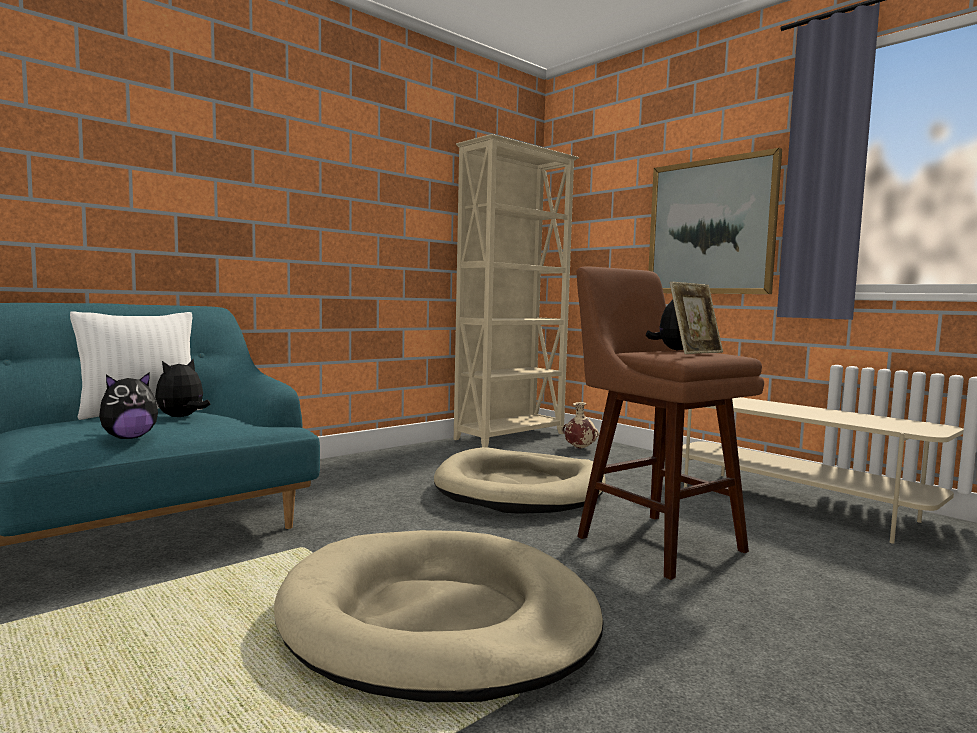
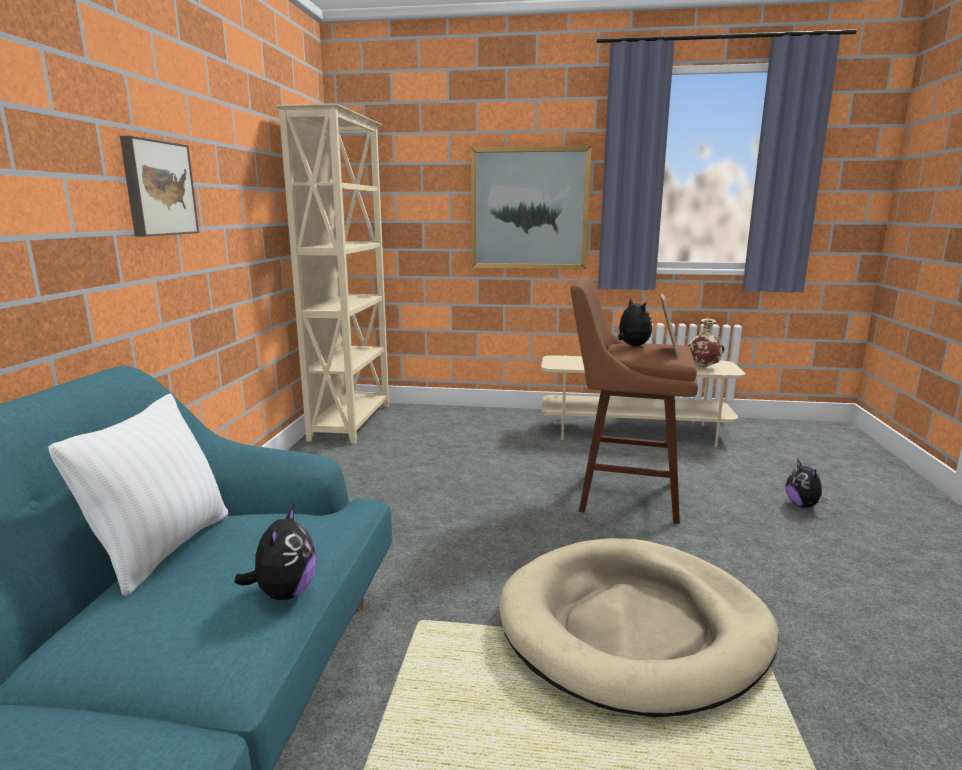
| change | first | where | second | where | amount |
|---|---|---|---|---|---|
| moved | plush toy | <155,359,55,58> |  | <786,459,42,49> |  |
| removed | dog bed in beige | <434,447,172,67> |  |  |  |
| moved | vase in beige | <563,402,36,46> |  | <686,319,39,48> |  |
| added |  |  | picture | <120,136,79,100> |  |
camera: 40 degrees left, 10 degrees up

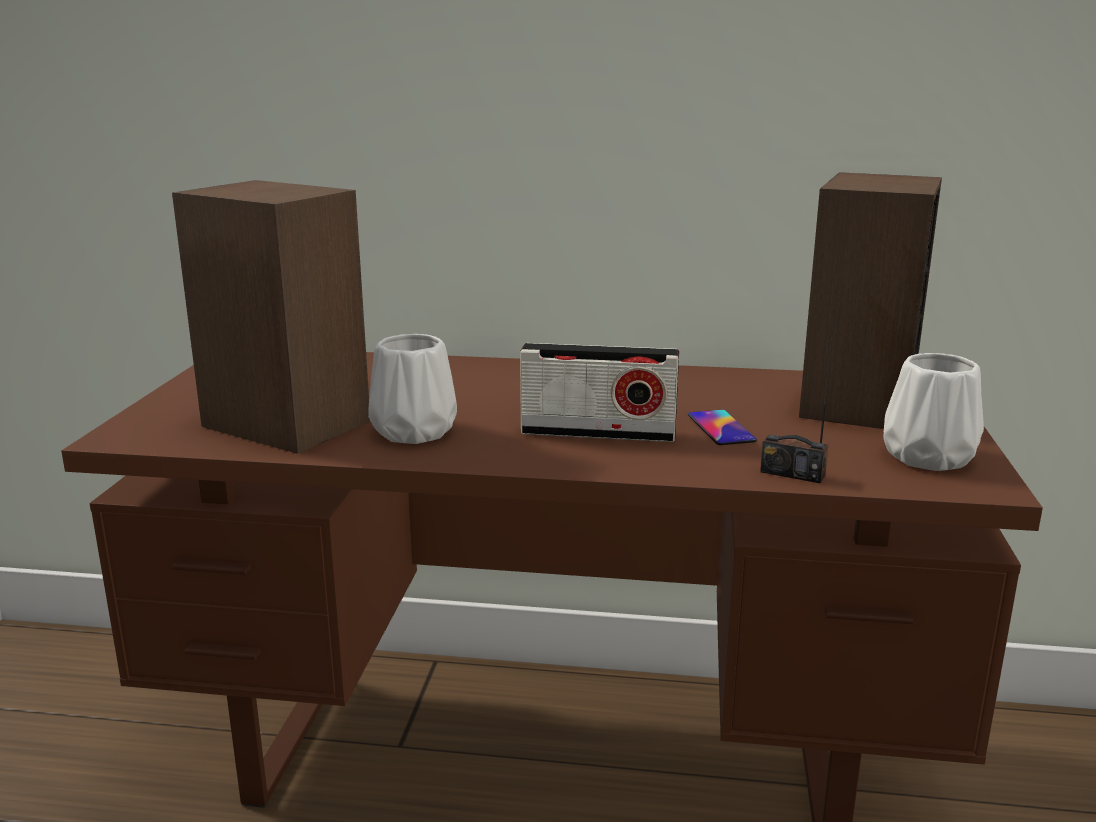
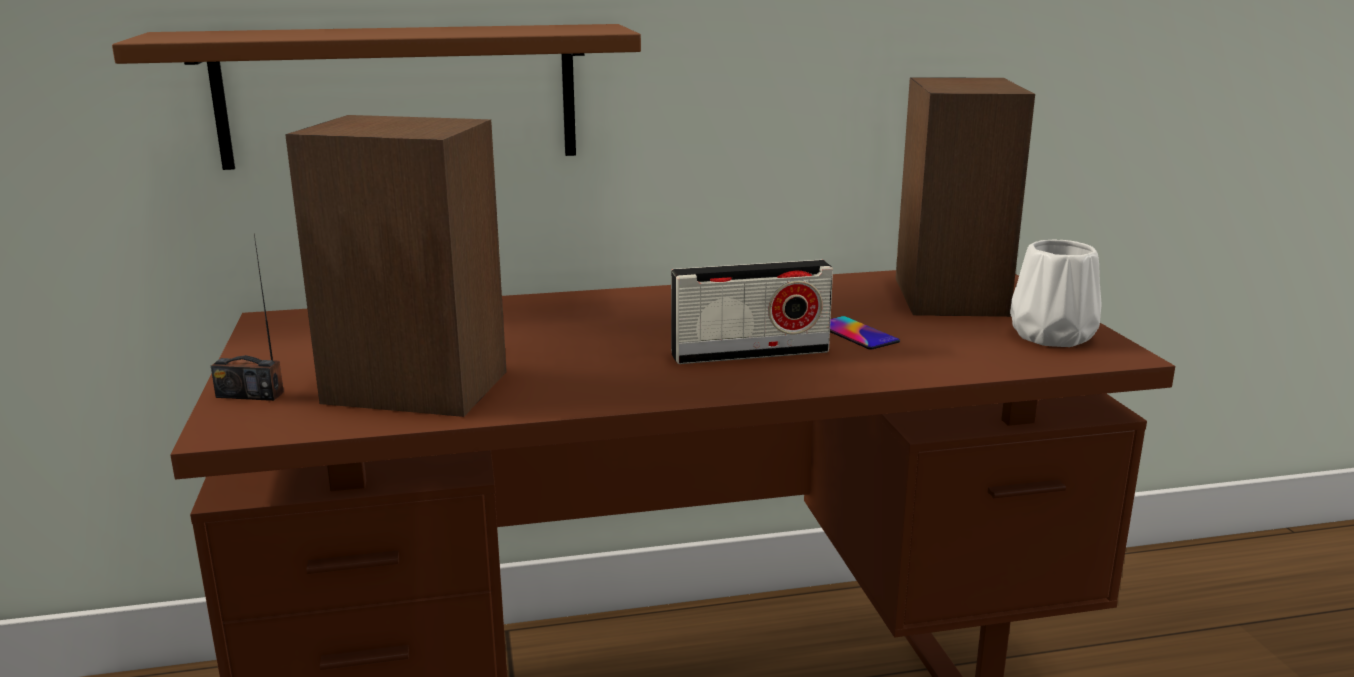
| change | first | where | second | where | amount |
|---|---|---|---|---|---|
| removed | vase in white | <368,334,89,110> |  |  |  |
| moved | radio | <760,317,74,167> |  | <211,234,73,167> |  |
| added |  |  | shelf in brown | <112,24,529,146> |  |
camera: 20 degrees left, 0 degrees up

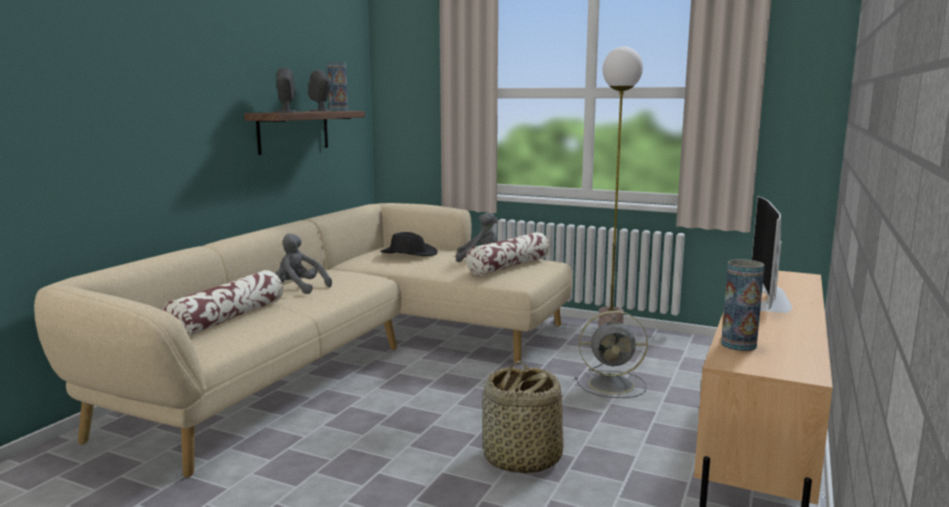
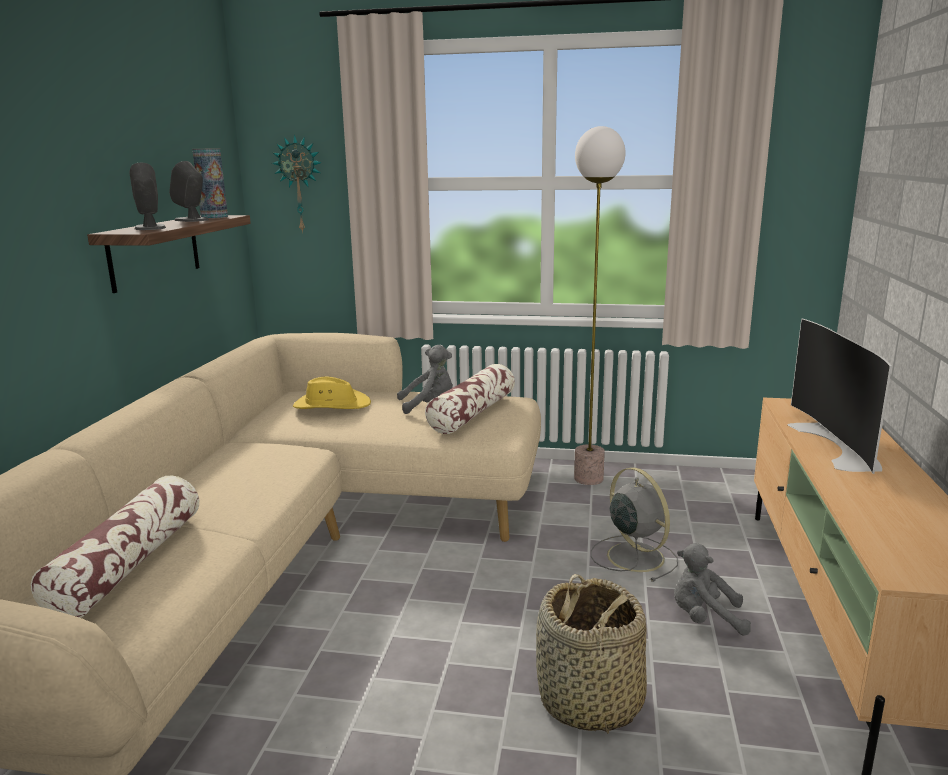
| change | first | where | second | where | amount |
|---|---|---|---|---|---|
| moved | plush toy in grey | <275,233,57,61> |  | <674,543,77,93> |  |
| recoloured | hat in black | <380,232,57,24> | hat in yellow | <293,377,78,32> |  |
| turned | fan in grey | <575,311,73,87> |  | <591,467,87,115> | 105 degrees counterclockwise |
| removed | vase | <721,259,44,92> |  |  |  |
| added |  |  | wall clock | <272,135,50,98> |  |
camera: 15 degrees left, 5 degrees up

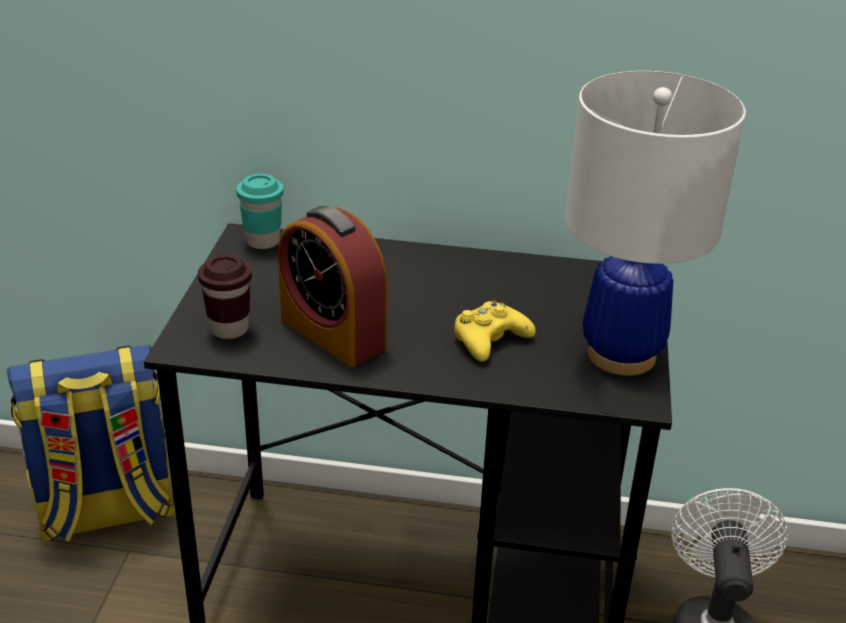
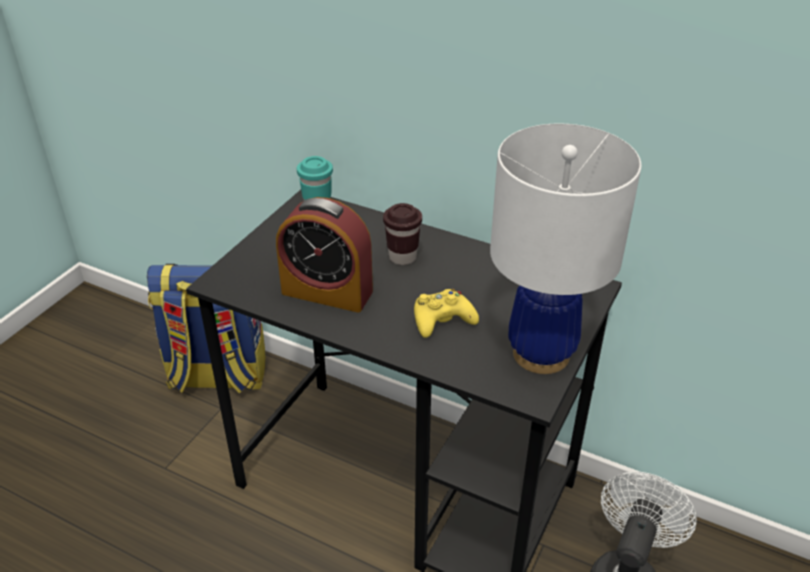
| change | first | where | second | where | amount |
|---|---|---|---|---|---|
| moved | cup in brown | <198,254,54,85> |  | <383,203,39,62> |  |
| turned | alarm clock | <278,206,109,161> |  | <276,197,97,115> | 45 degrees counterclockwise |
camera: 20 degrees right, 5 degrees up

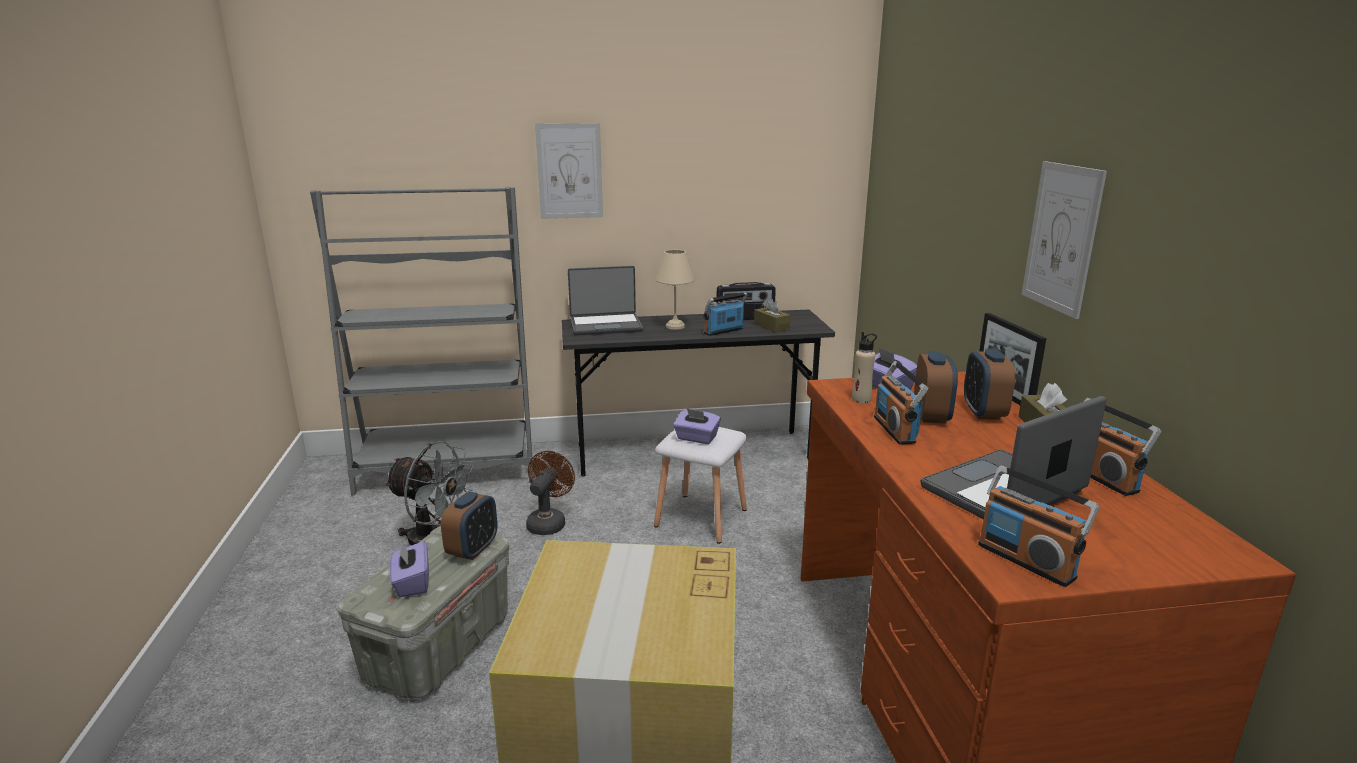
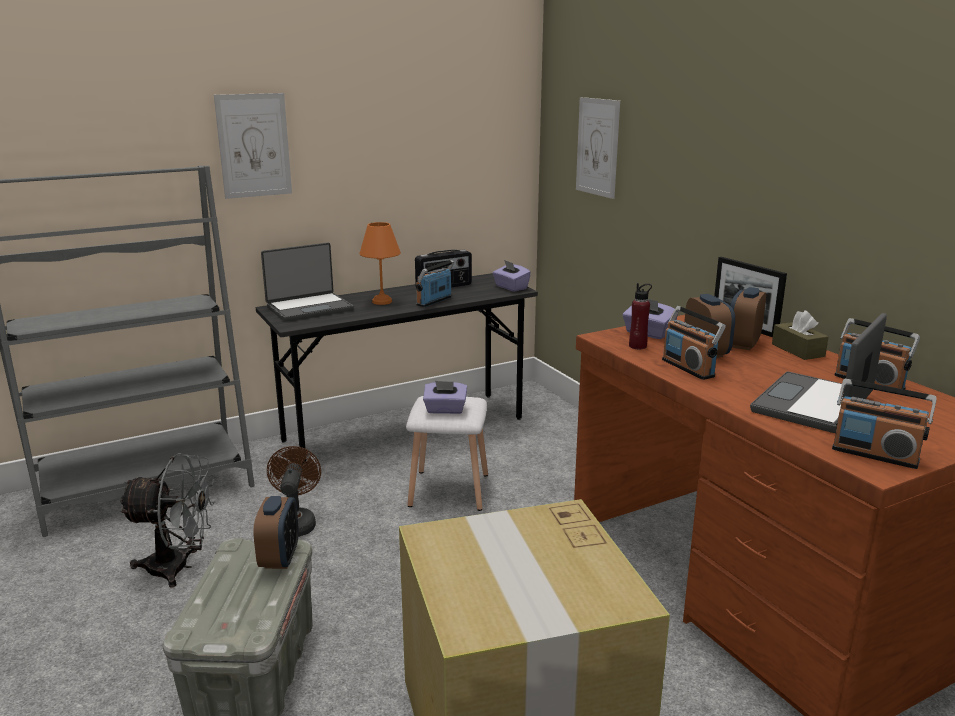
| change | first | where | second | where | amount |
|---|---|---|---|---|---|
| moved | tissue box in purple | <390,541,39,56> |  | <493,260,38,32> |  |
| recoloured | table lamp in beige | <656,250,39,80> | table lamp in orange | <359,222,42,83> |  |
| removed | tissue box in brown | <754,298,37,34> |  |  |  |
| recoloured | bottle in beige | <852,332,25,71> | bottle in red | <629,283,23,66> |  |
| turned | alarm clock | <964,349,51,71> |  | <730,287,36,63> | 45 degrees clockwise |
| moved | picture | <1022,161,85,158> |  | <576,97,44,102> |  |
camera: 20 degrees left, 0 degrees up

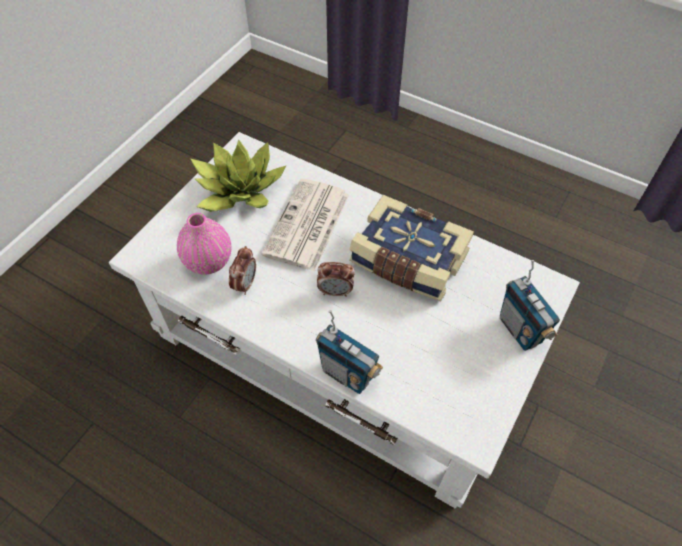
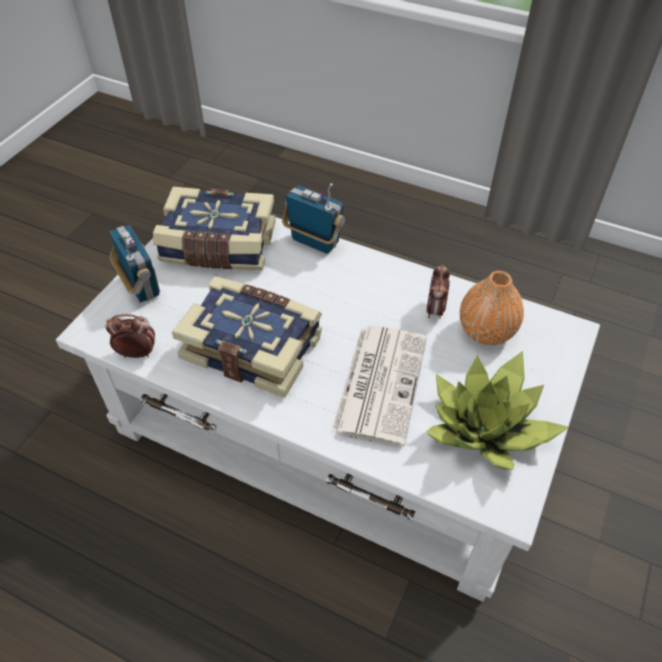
| change | first | where | second | where | amount |
|---|---|---|---|---|---|
| recoloured | vase in pink | <177,213,54,62> | vase in orange | <460,271,64,74> |  |
| moved | alarm clock | <317,262,38,35> |  | <105,314,50,44> |  |
| added |  |  | book | <153,187,123,83> |  |
camera: 175 degrees right, 5 degrees down

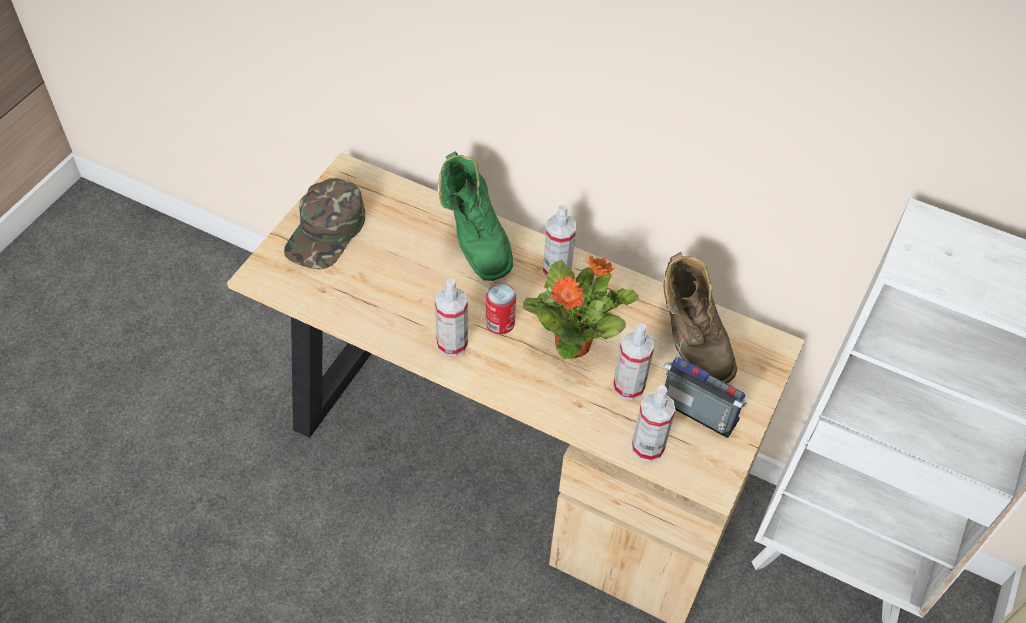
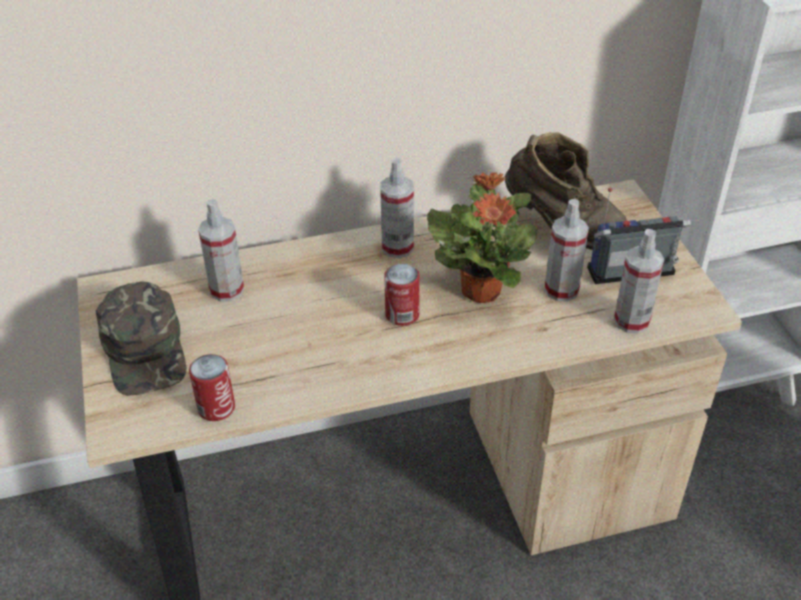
| change | first | where | second | where | amount |
|---|---|---|---|---|---|
| moved | spray bottle | <435,279,33,77> |  | <198,199,46,103> |  |
| removed | boot in green | <439,152,74,129> |  |  |  |
| added |  |  | can | <189,354,46,67> |  |
camera: 40 degrees left, 10 degrees down

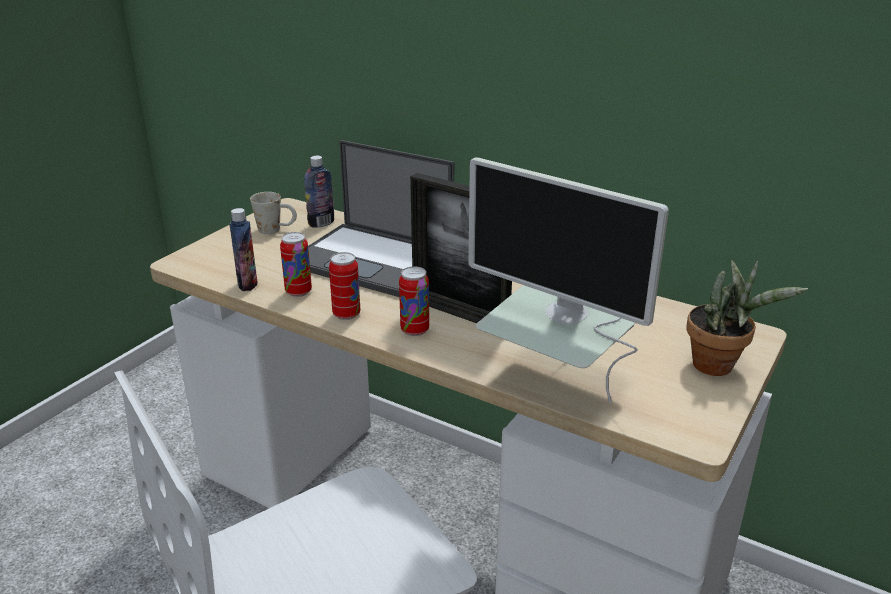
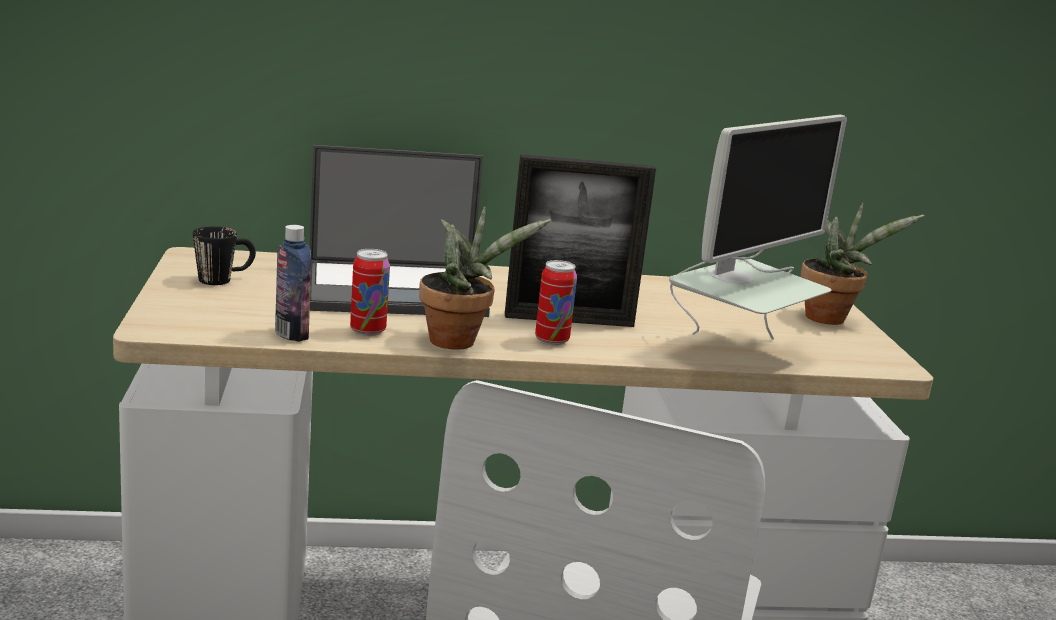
| change | first | where | second | where | amount |
|---|---|---|---|---|---|
| recoloured | mug in white | <250,192,47,42> | mug in black | <193,226,63,59> |  |
| removed | bottle | <304,156,30,72> |  |  |  |
| replaced | can | <329,252,31,68> | potted plant | <419,207,132,143> |  |
| turned | monitor | <468,157,201,246> |  | <669,114,178,226> | 45 degrees counterclockwise |
camera: 40 degrees left, 10 degrees down

